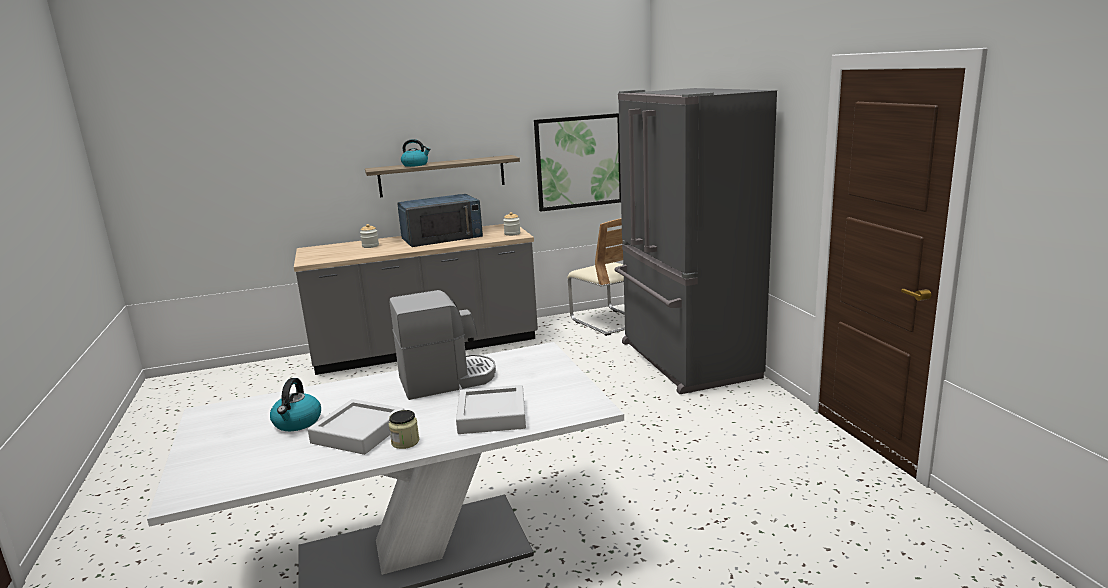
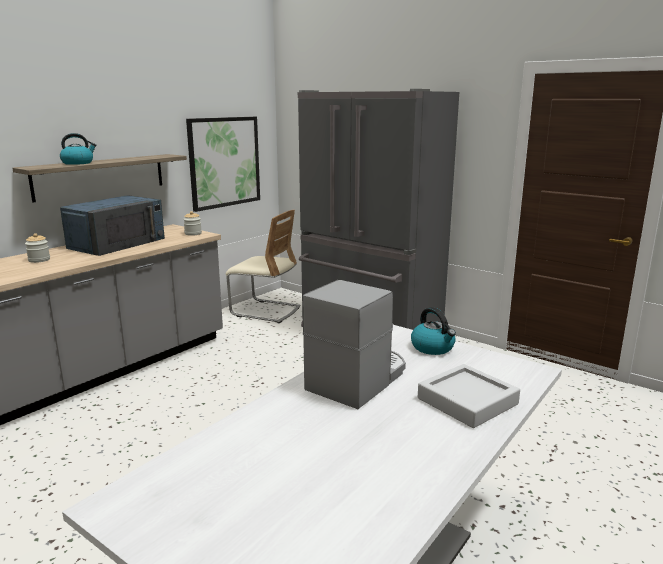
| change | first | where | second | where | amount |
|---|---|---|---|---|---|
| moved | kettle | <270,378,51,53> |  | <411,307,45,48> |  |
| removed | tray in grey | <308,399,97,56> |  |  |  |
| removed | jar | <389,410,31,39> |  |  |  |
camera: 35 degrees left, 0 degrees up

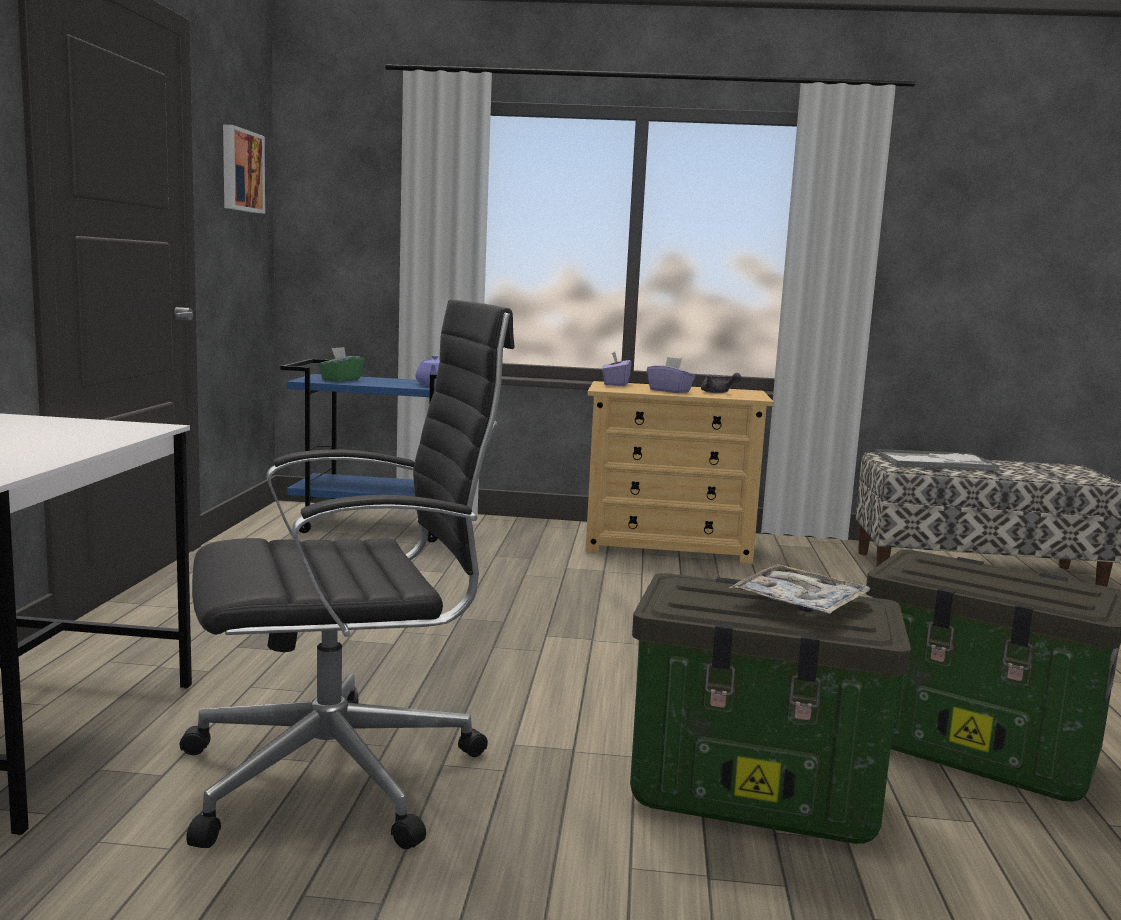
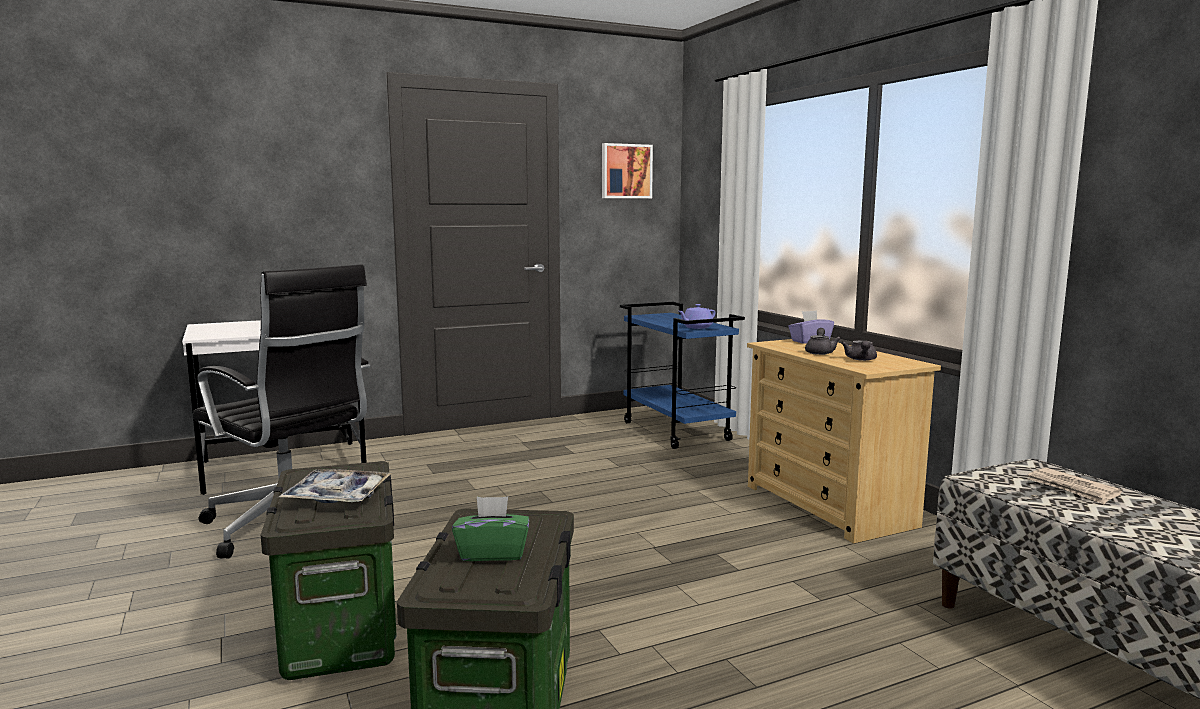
| change | first | where | second | where | amount |
|---|---|---|---|---|---|
| moved | tissue box in green | <318,347,46,35> |  | <452,497,77,64> |  |
| replaced | tissue box in purple | <647,357,48,36> | teapot in grey | <805,328,36,27> |  |
| replaced | tray | <875,449,125,22> | newspaper | <1027,468,95,36> |  |
camera: 60 degrees right, 0 degrees up

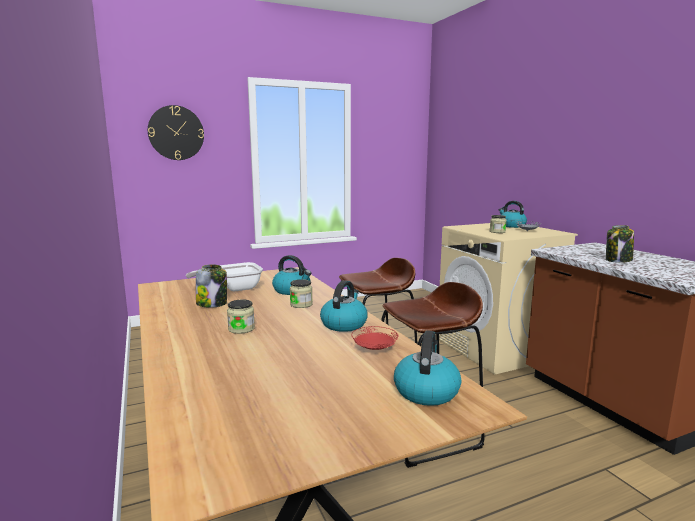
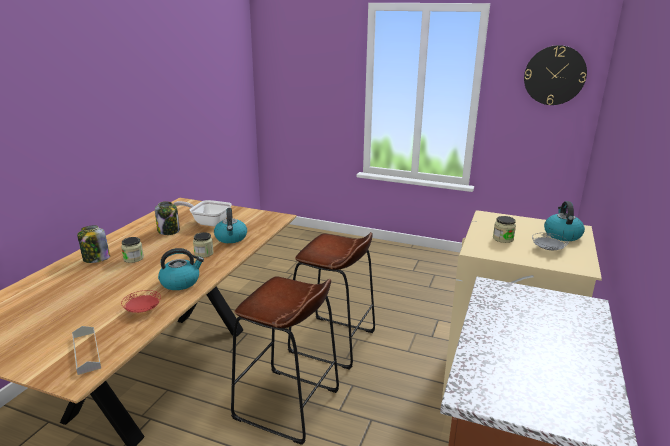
| change | first | where | second | where | amount |
|---|---|---|---|---|---|
| moved | wall clock | <148,105,56,55> |  | <524,45,63,60> |  |
| replaced | kettle | <394,330,67,76> | tray in grey | <72,326,29,49> |  |
| moved | jar | <606,225,28,38> |  | <77,225,33,38> |  |
camera: 45 degrees right, 10 degrees up

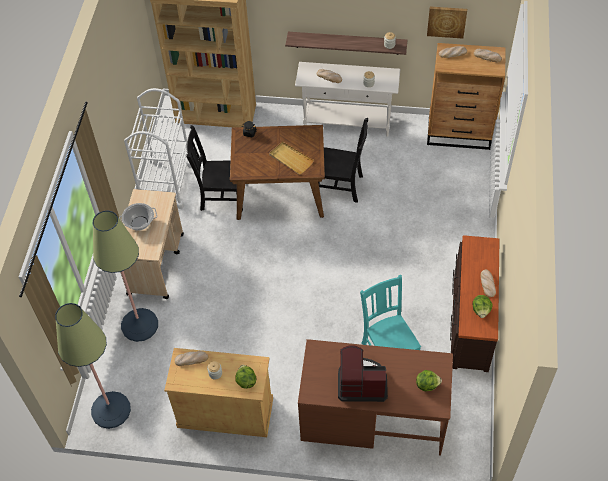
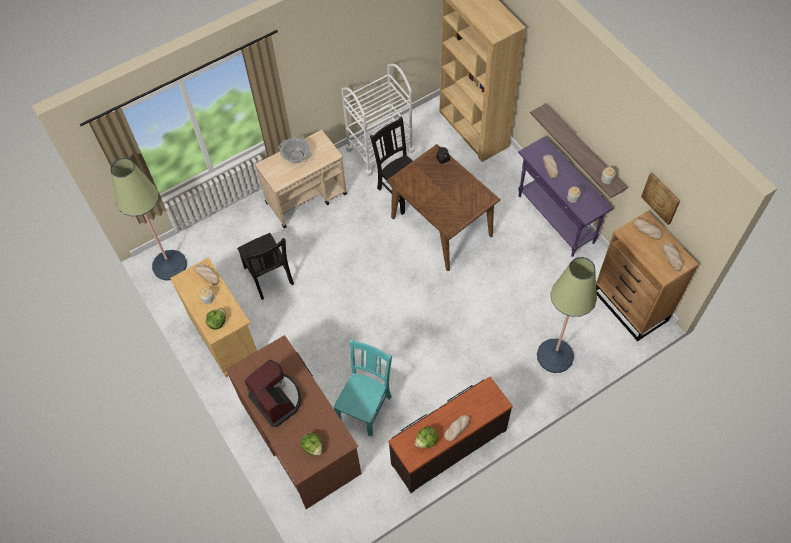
| change | first | where | second | where | amount |
|---|---|---|---|---|---|
| moved | floor lamp | <93,210,65,132> |  | <537,257,60,116> |  |
| removed | tray in beige | <269,141,45,34> |  |  |  |
| recoloured | console table in white | <295,62,105,75> | console table in purple | <518,137,95,120> |  |
| moved | chair in black | <318,118,50,85> |  | <237,233,57,67> |  |
camera: 50 degrees right, 5 degrees up

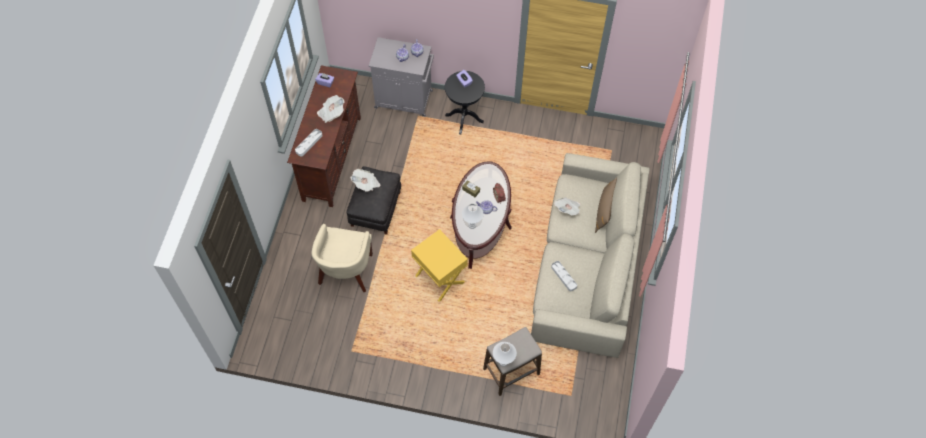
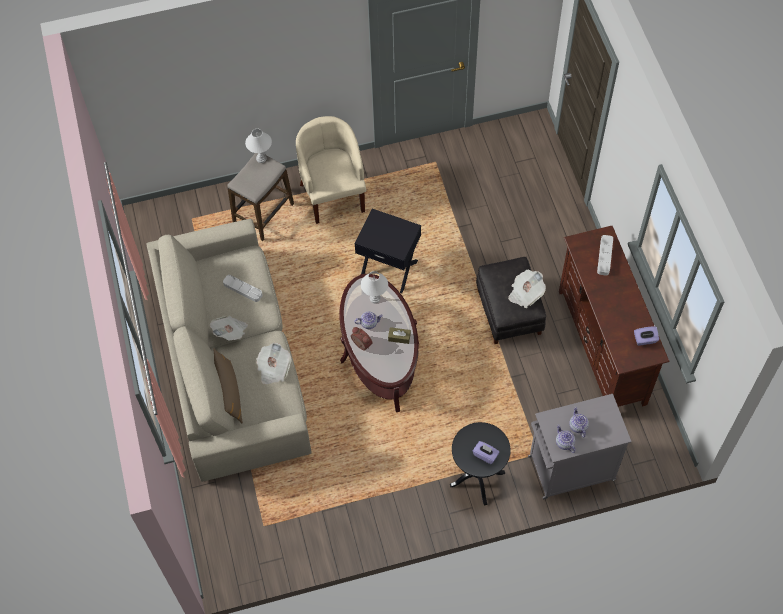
| change | first | where | second | where | amount |
|---|---|---|---|---|---|
| moved | armchair in beige | <311,224,62,68> |  | <296,116,70,108> |  |
| moved | newspaper | <317,95,28,28> |  | <210,315,38,26> |  |
| recoloured | side table in yellow | <411,229,57,73> | side table in black | <354,209,67,84> |  |
camera: 155 degrees right, 0 degrees up

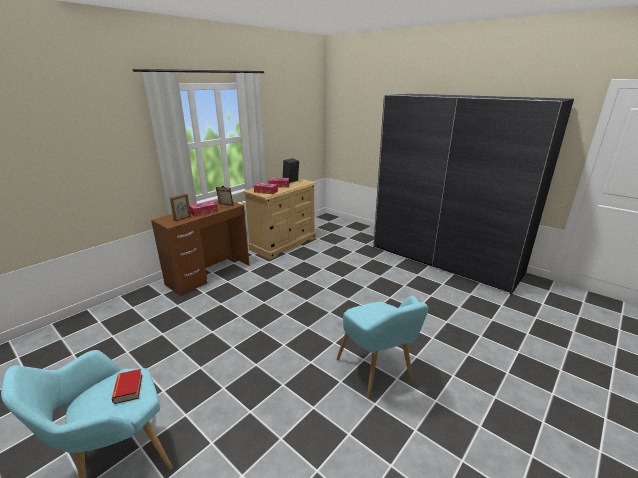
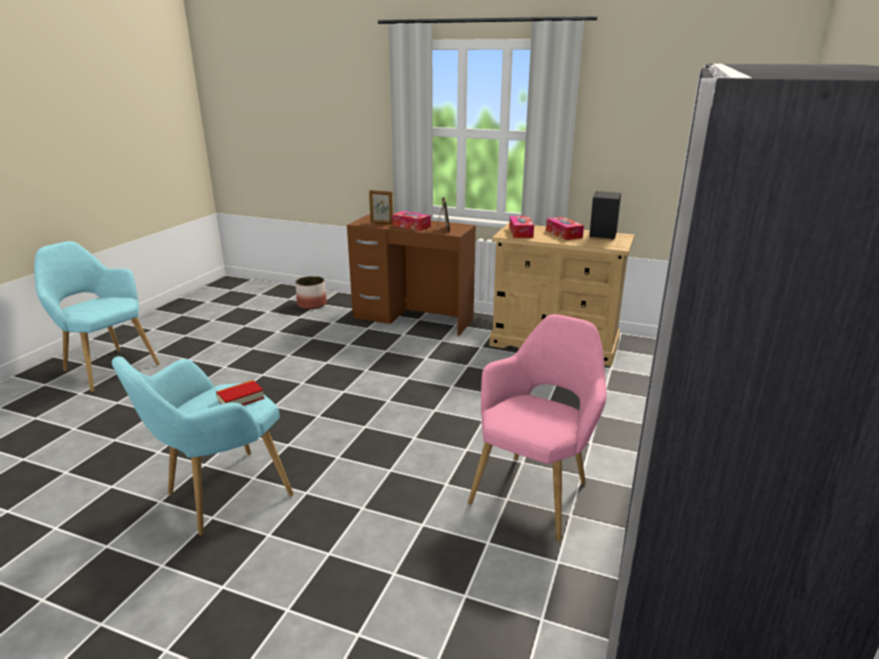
| change | first | where | second | where | amount |
|---|---|---|---|---|---|
| moved | book | <112,369,30,35> |  | <216,380,48,26> |  |
| added |  |  | planter | <295,276,32,33> |  |
| added |  |  | armchair in pink | <468,314,139,227> |  |
camera: 70 degrees right, 0 degrees up

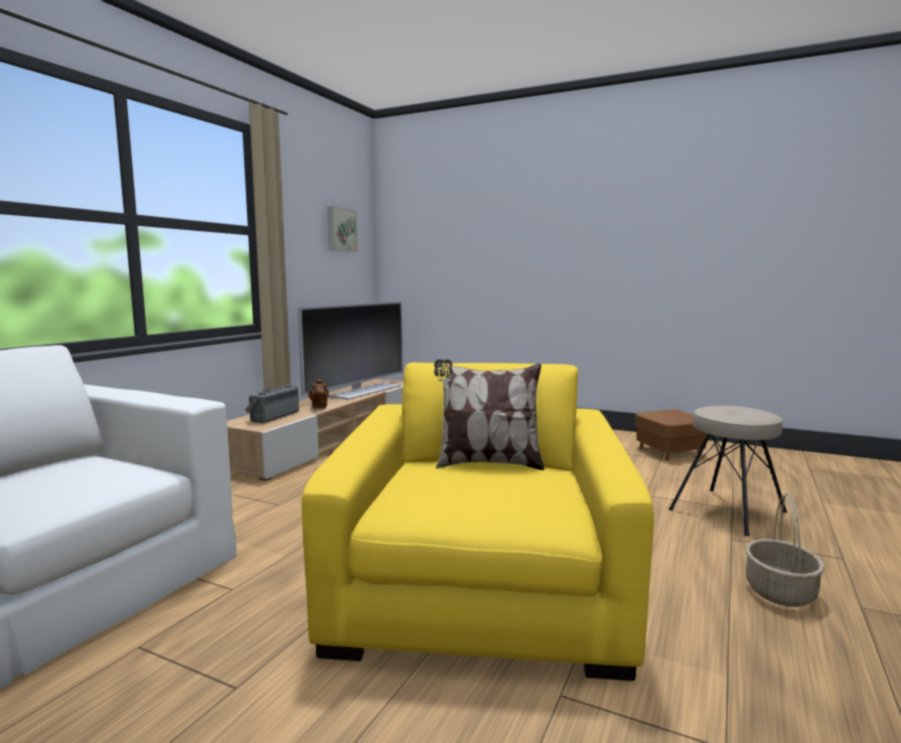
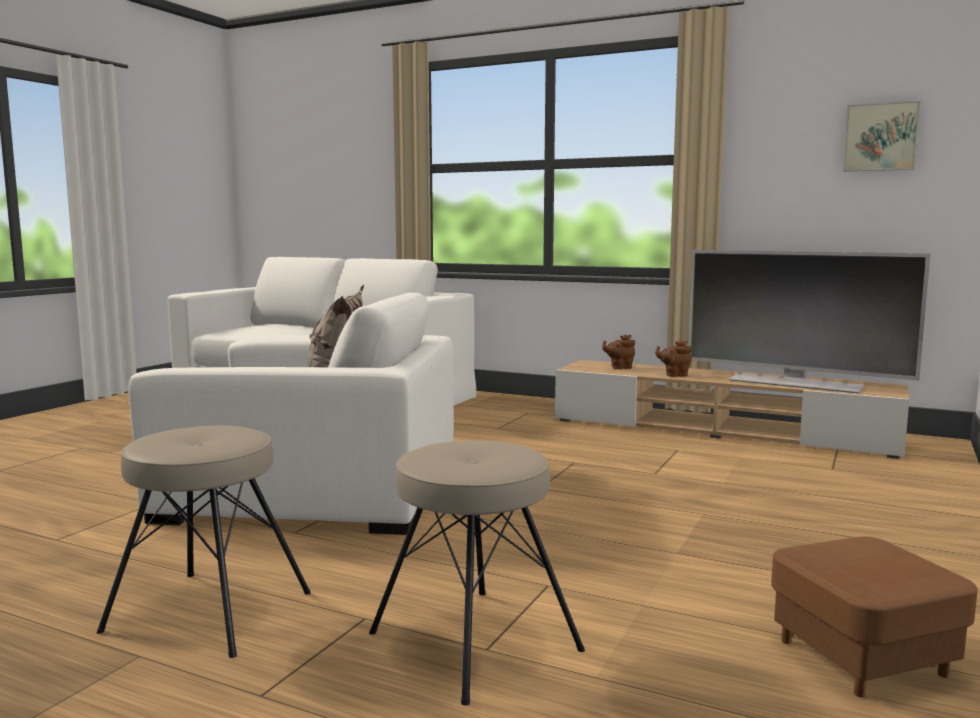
| change | first | where | second | where | amount |
|---|---|---|---|---|---|
| replaced | radio | <245,385,54,38> | teapot in brown | <602,334,33,35> |  |
| recoloured | armchair in yellow | <301,362,353,319> | armchair in white | <128,293,326,242> |  |
| replaced | basket | <746,493,79,114> | stool in beige | <97,425,214,233> |  |
camera: 90 degrees right, 0 degrees up

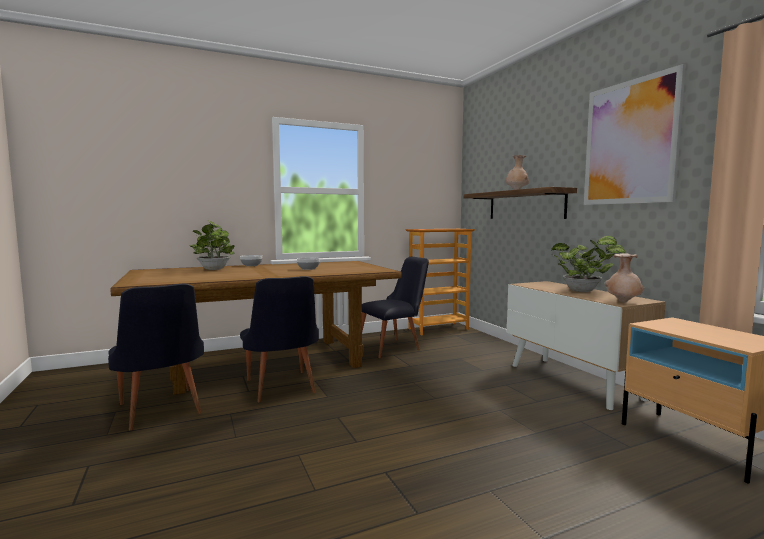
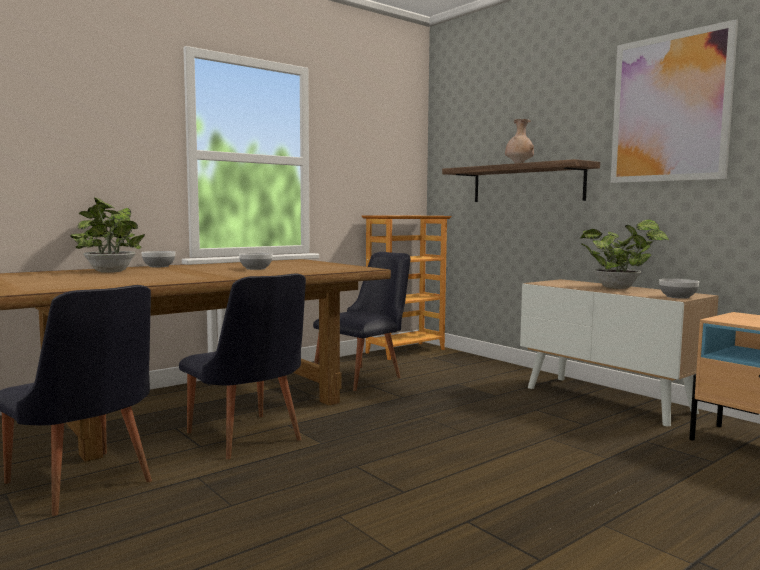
| change | first | where | second | where | amount |
|---|---|---|---|---|---|
| replaced | vase in beige | <605,254,39,48> | bowl | <659,279,40,20> |  |
camera: 15 degrees left, 0 degrees up

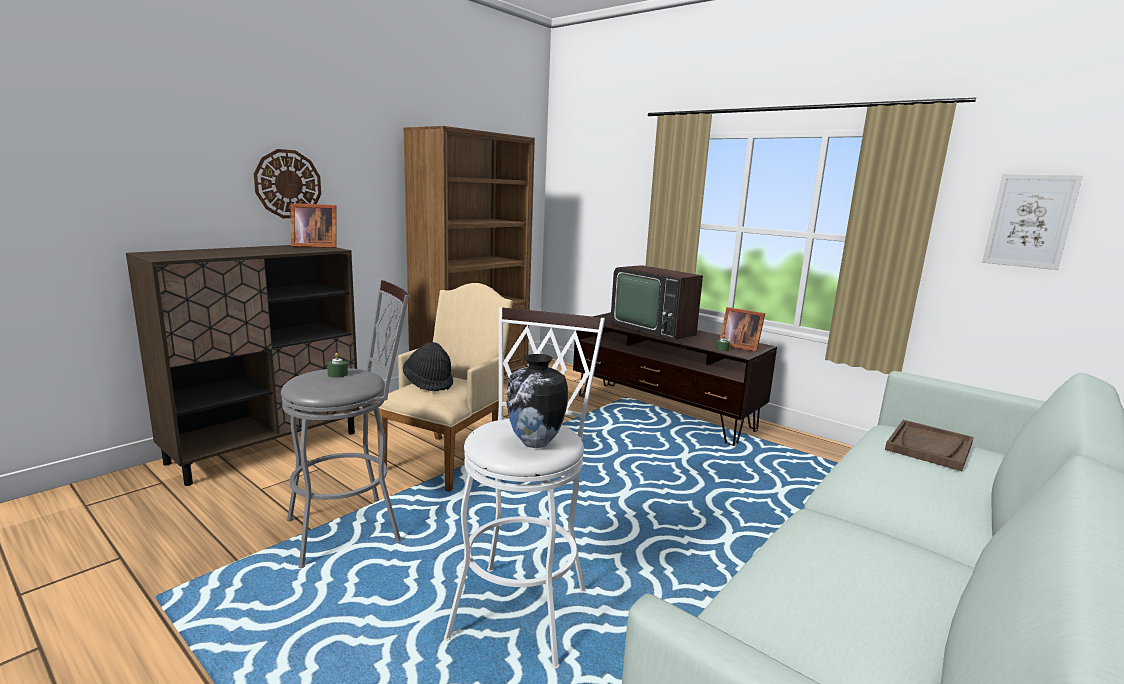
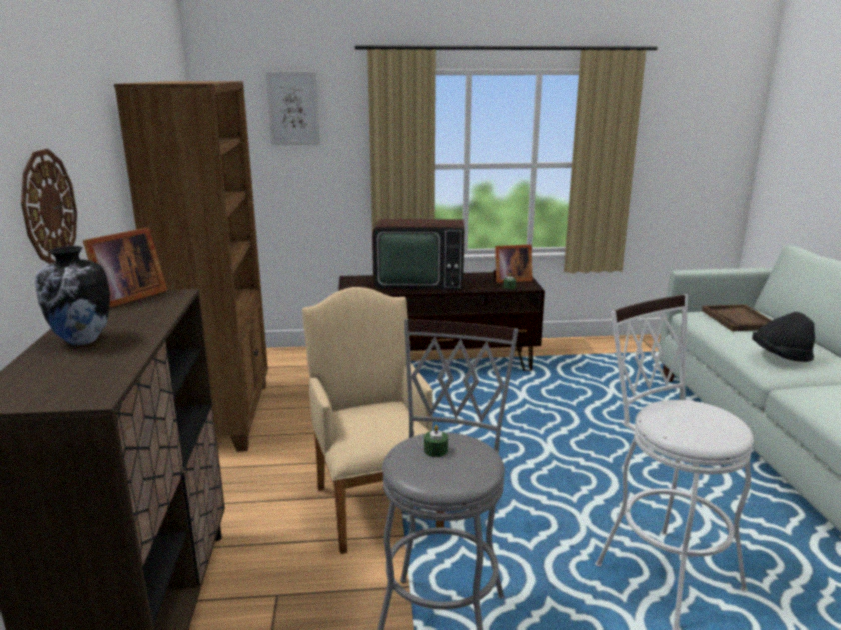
| change | first | where | second | where | amount |
|---|---|---|---|---|---|
| moved | hat in black | <403,342,50,49> |  | <752,312,63,50> |  |
| moved | vase | <507,354,61,94> |  | <35,246,75,99> |  |
| moved | picture | <982,174,101,96> |  | <265,71,55,74> |  |
camera: 45 degrees left, 5 degrees up

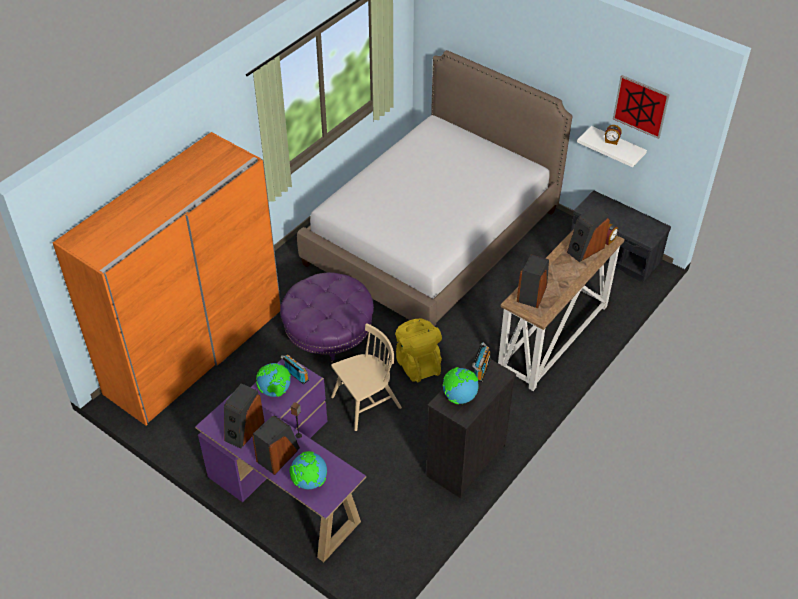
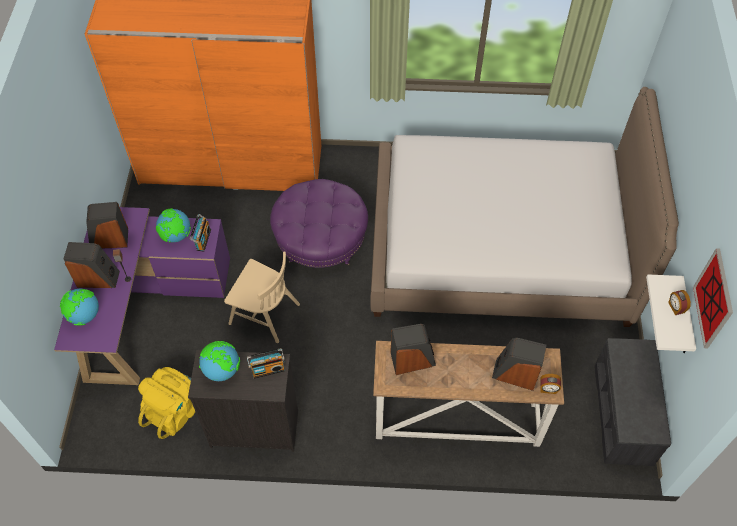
| change | first | where | second | where | amount |
|---|---|---|---|---|---|
| moved | backpack in yellow | <395,318,47,64> |  | <138,367,57,72> |  |
camera: 55 degrees right, 10 degrees up

